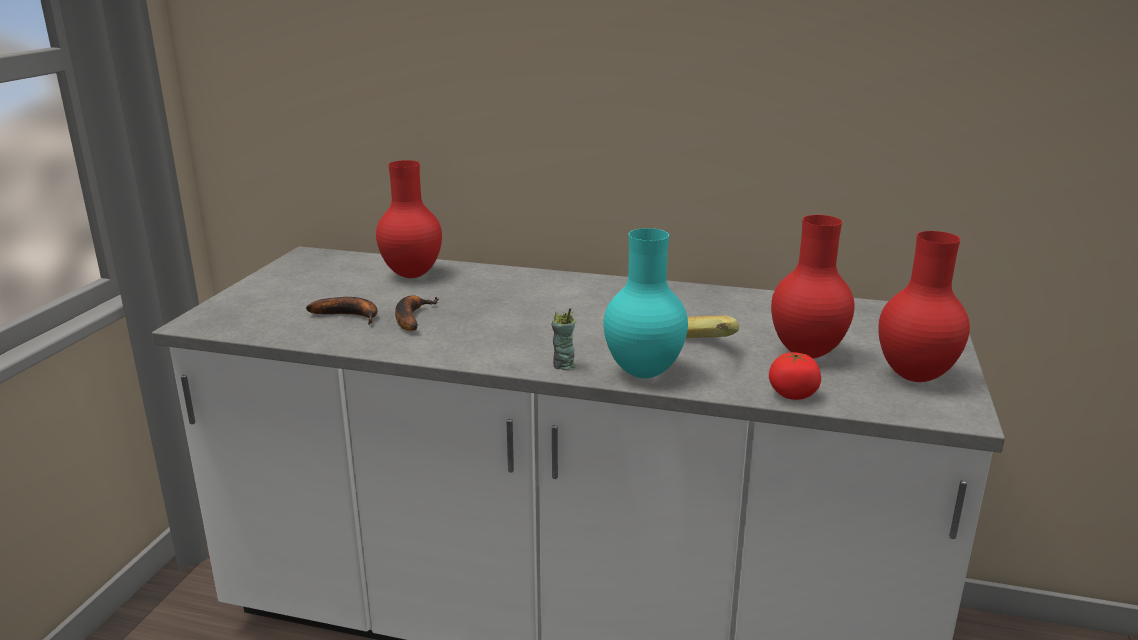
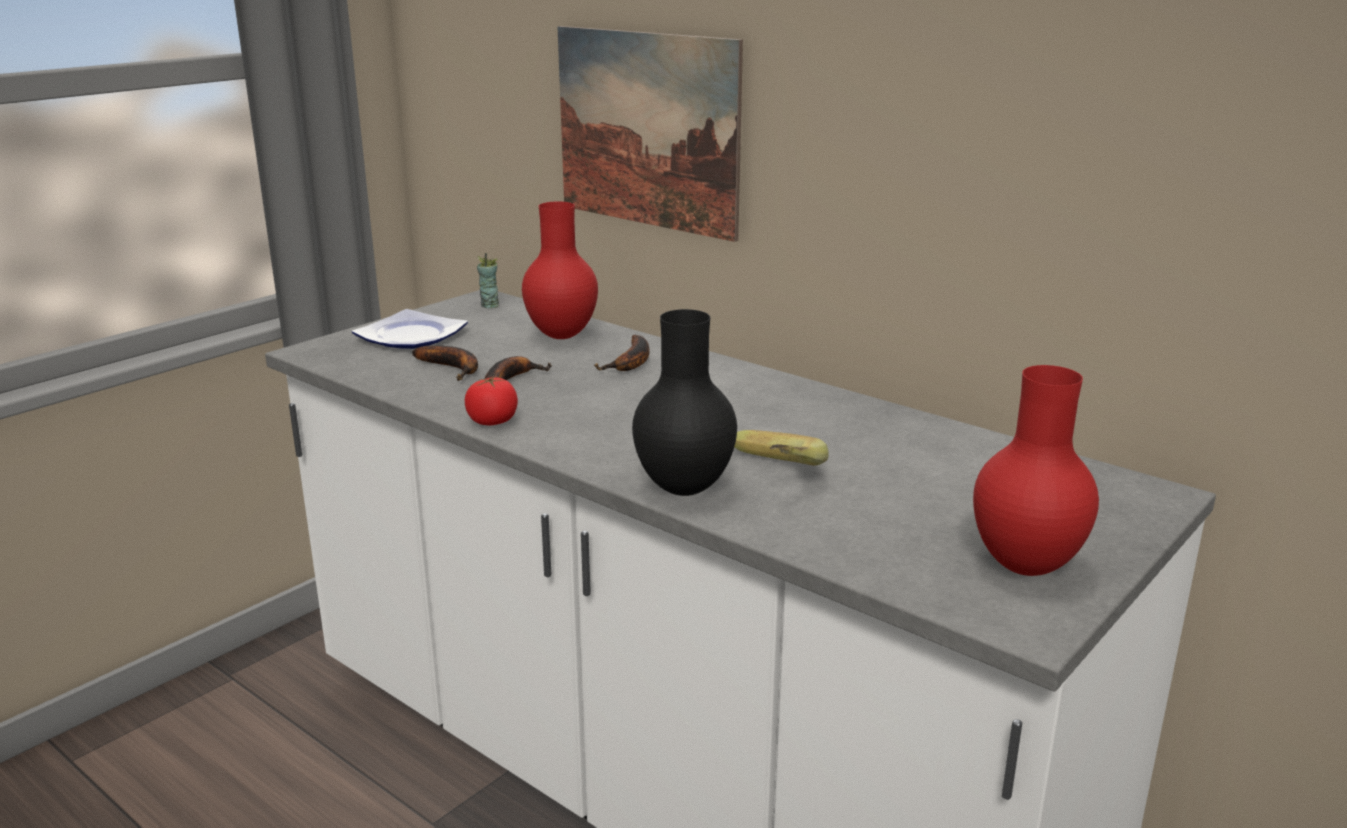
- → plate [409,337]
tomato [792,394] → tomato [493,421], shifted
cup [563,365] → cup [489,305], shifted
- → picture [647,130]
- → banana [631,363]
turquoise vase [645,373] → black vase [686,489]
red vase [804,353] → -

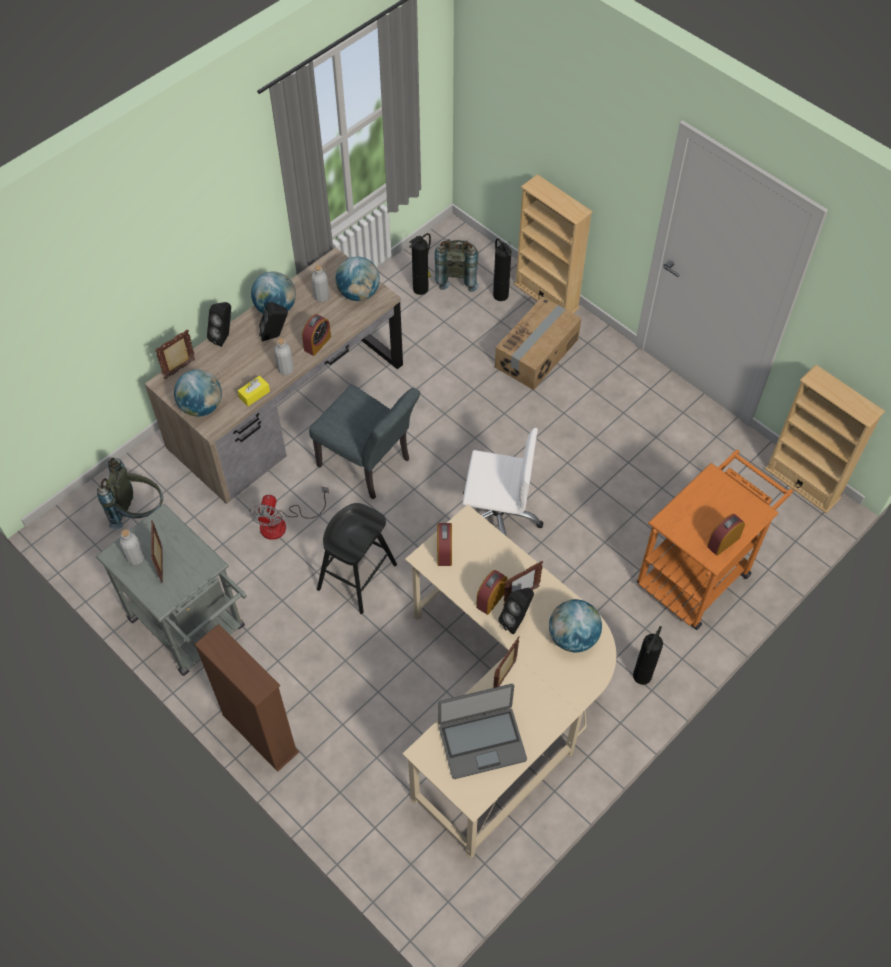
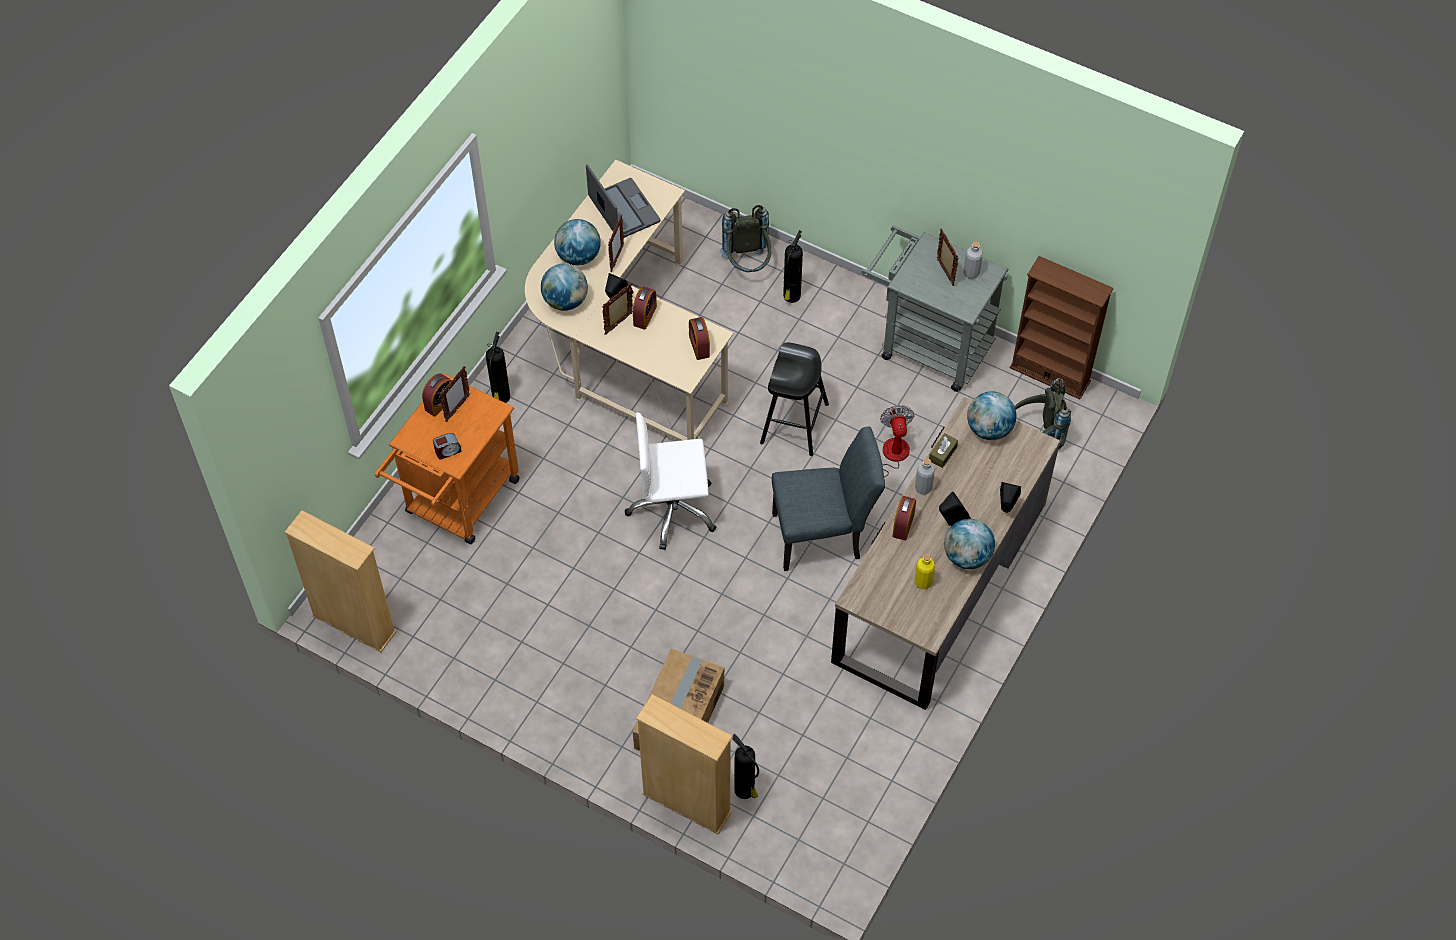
- → alarm clock [448,451]
picture frame [180,369] → picture frame [457,409], shifted
globe [358,293] → globe [578,256], shifted
laptop [482,742] → laptop [623,210], 90 degrees clockwise
grey backpack [457,276] → grey backpack [748,265], shifted
grey chair [369,466] → grey chair [824,536], 150 degrees clockwise
fire extinguisher [421,288] → fire extinguisher [791,297], shifted
grey bottle [321,297] → yellow bottle [923,582]
yellow tissue box [254,394] → brown tissue box [942,454]
brown bookcase [260,733] → brown bookcase [1050,374], shifted

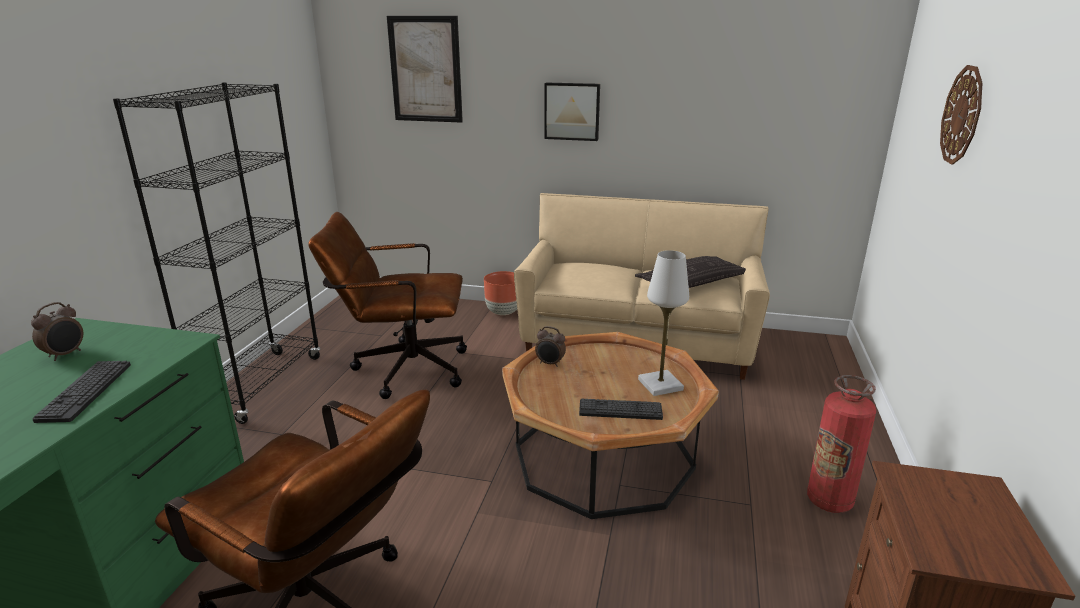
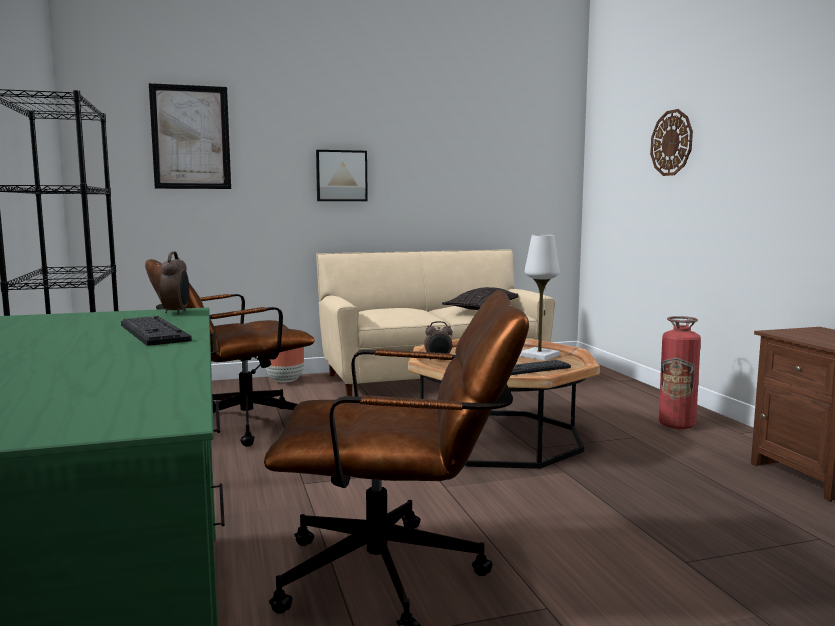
alarm clock [66,354] → alarm clock [177,312], shifted

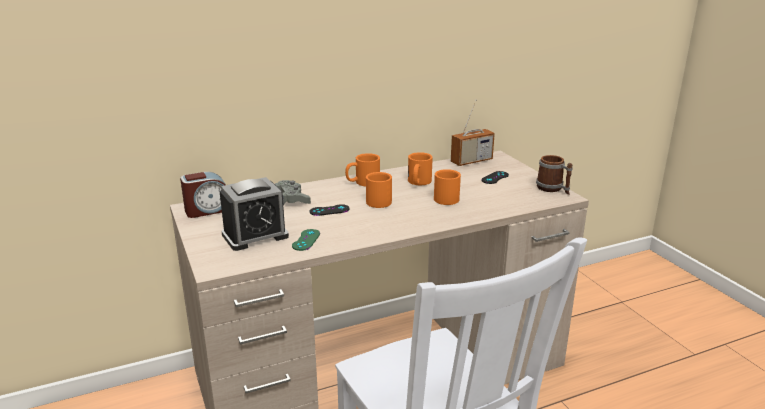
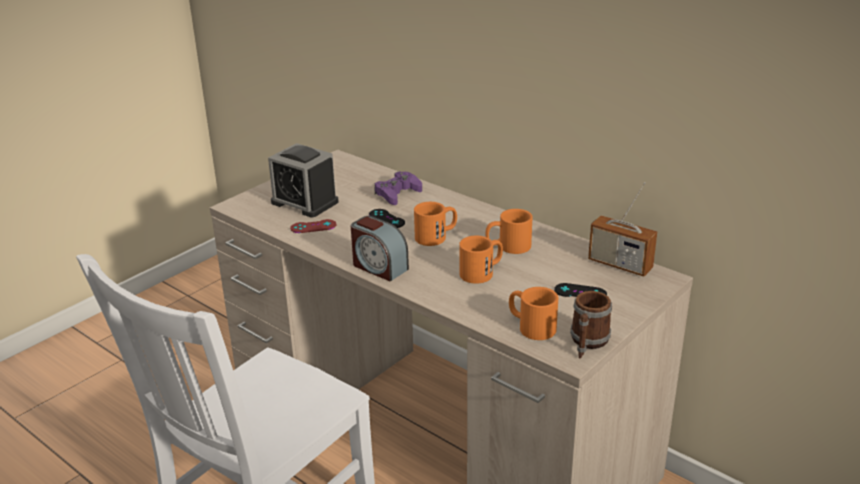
green game controller [306,240] → red game controller [313,226]
alarm clock [208,210] → alarm clock [379,267], shifted
grey game controller [292,198] → purple game controller [397,193]
orange mug [362,182] → orange mug [531,326], shifted

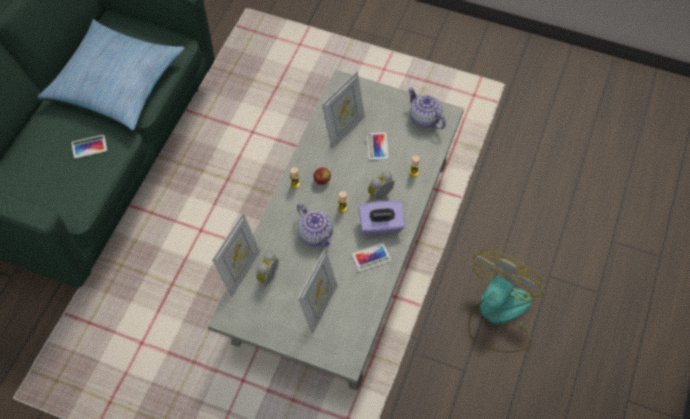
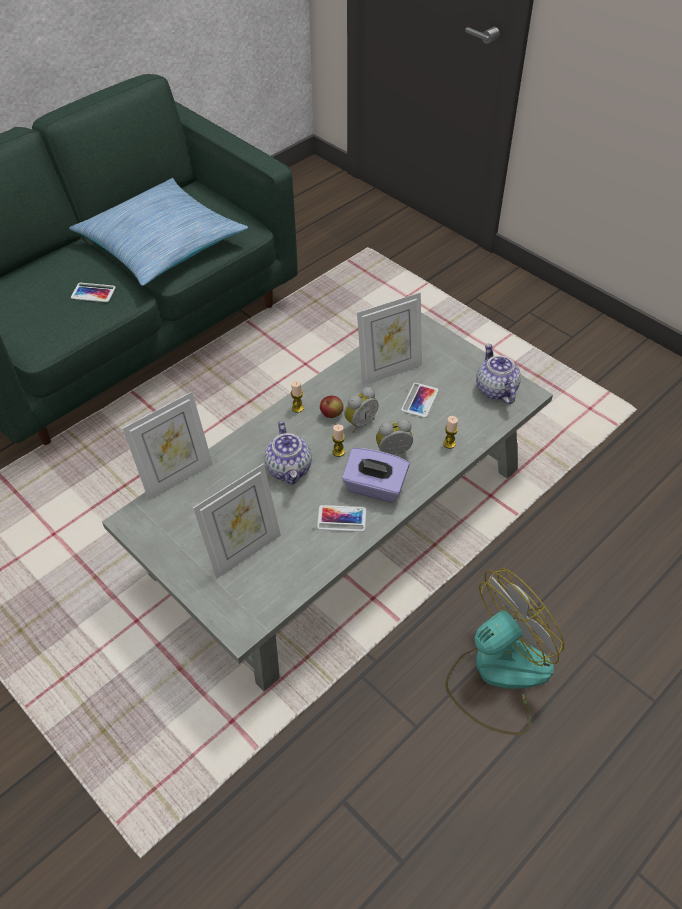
alarm clock [267,275] → alarm clock [359,422], shifted

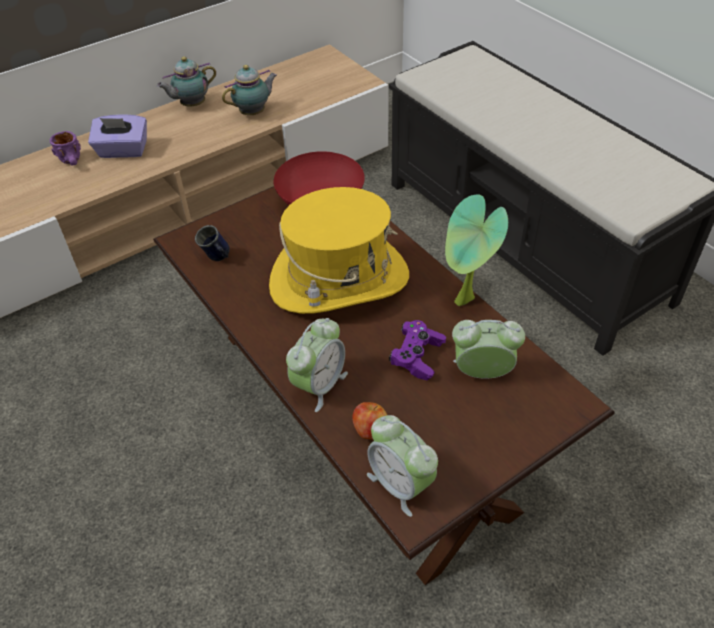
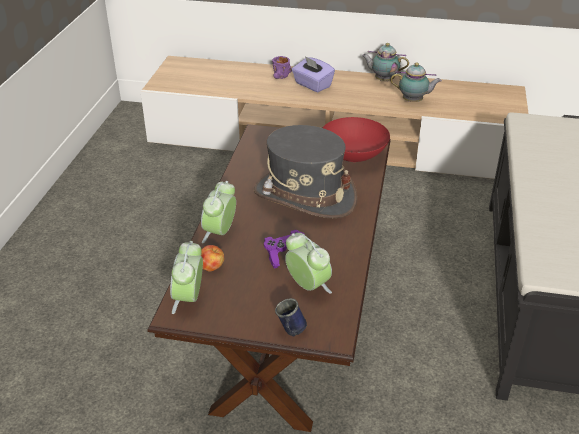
alarm clock [319,385] → alarm clock [220,233], 120 degrees clockwise
yellow hat [339,280] → grey hat [304,196]
blue mug [218,259] → blue mug [290,332], shifted
potted plant [465,303] → -

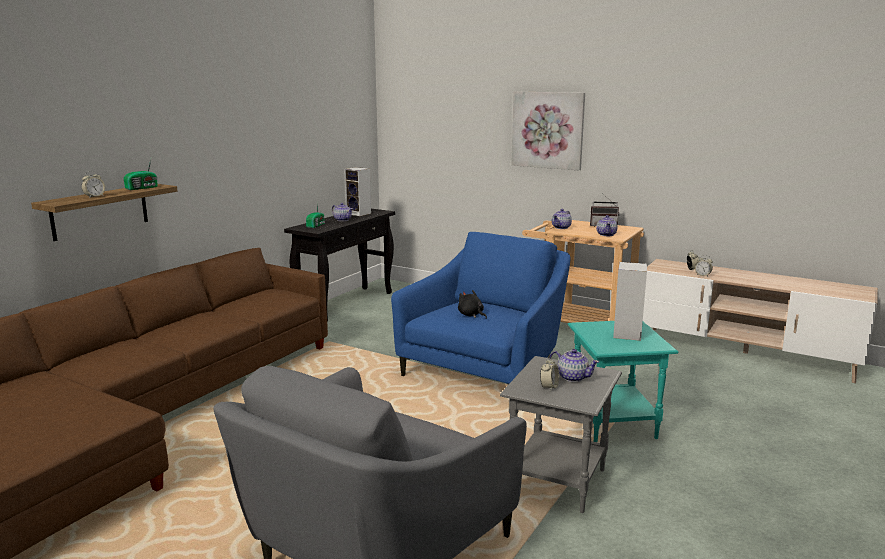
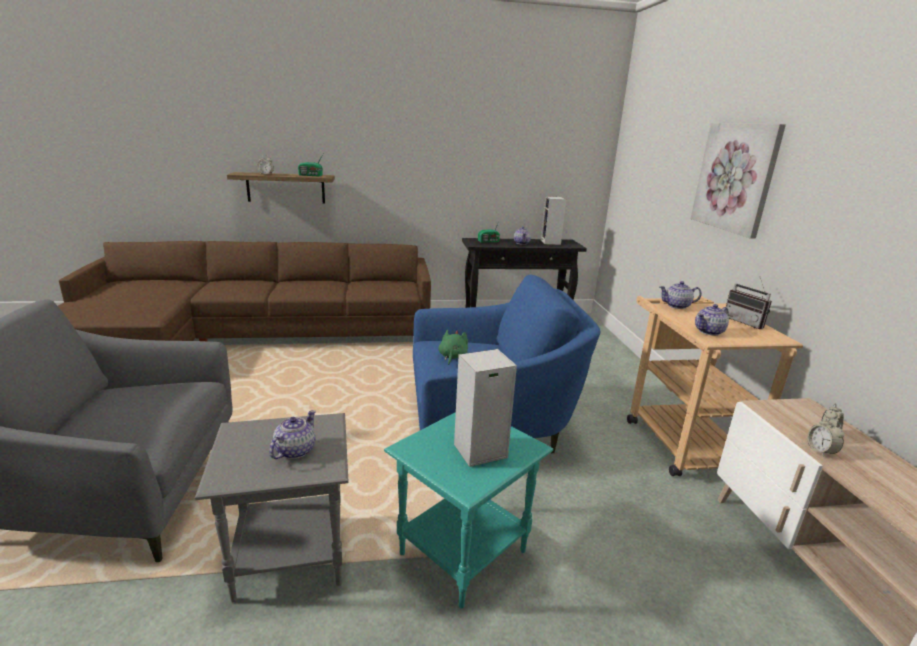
teapot [572,377] → teapot [294,451], 150 degrees counterclockwise
black plush toy [471,315] → green plush toy [452,357]
alarm clock [549,387] → -

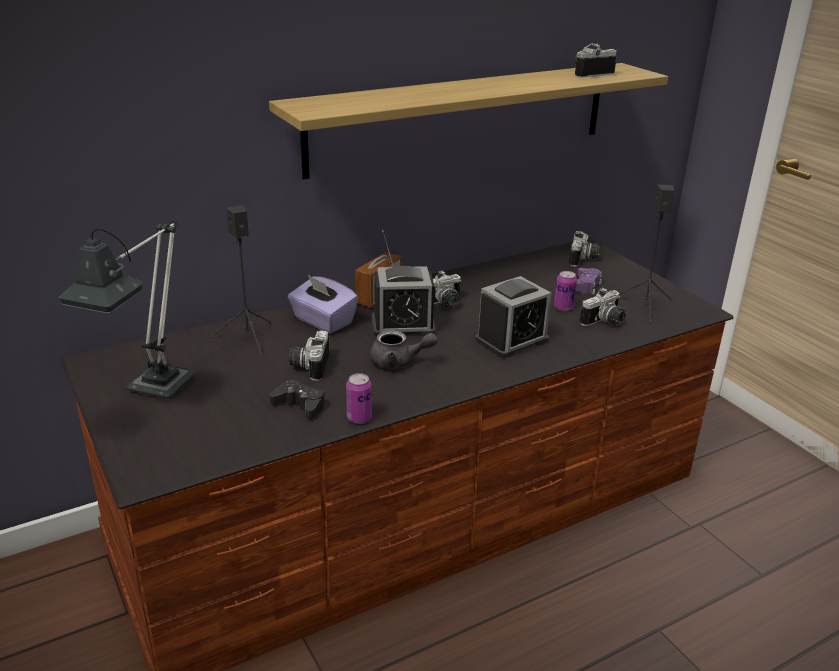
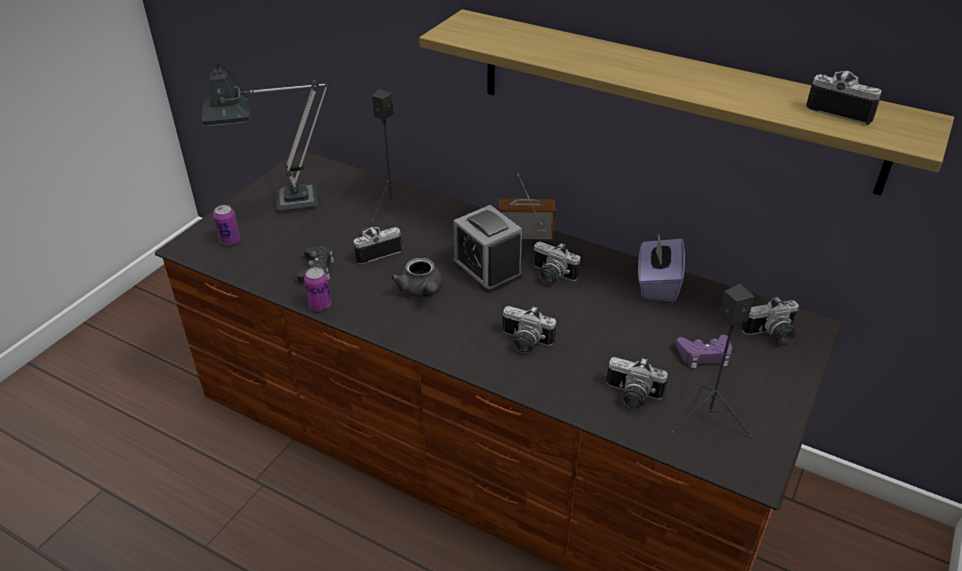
can [563,307] → can [230,241], shifted
alarm clock [511,340] → photo camera [524,343]
purple tissue box [323,321] → purple tissue box [657,284], shifted

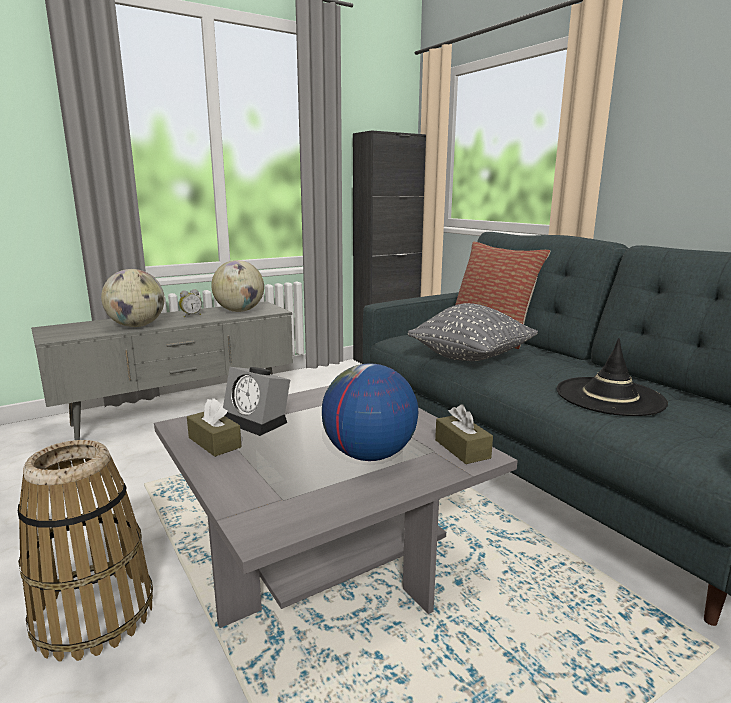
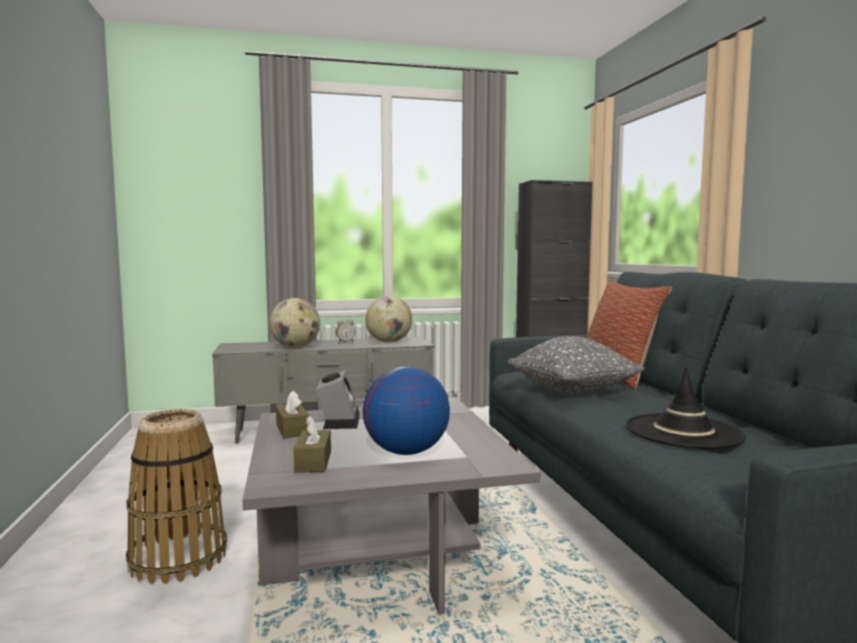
brown tissue box [462,449] → brown tissue box [313,462], shifted
alarm clock [258,421] → alarm clock [339,420], 150 degrees counterclockwise

